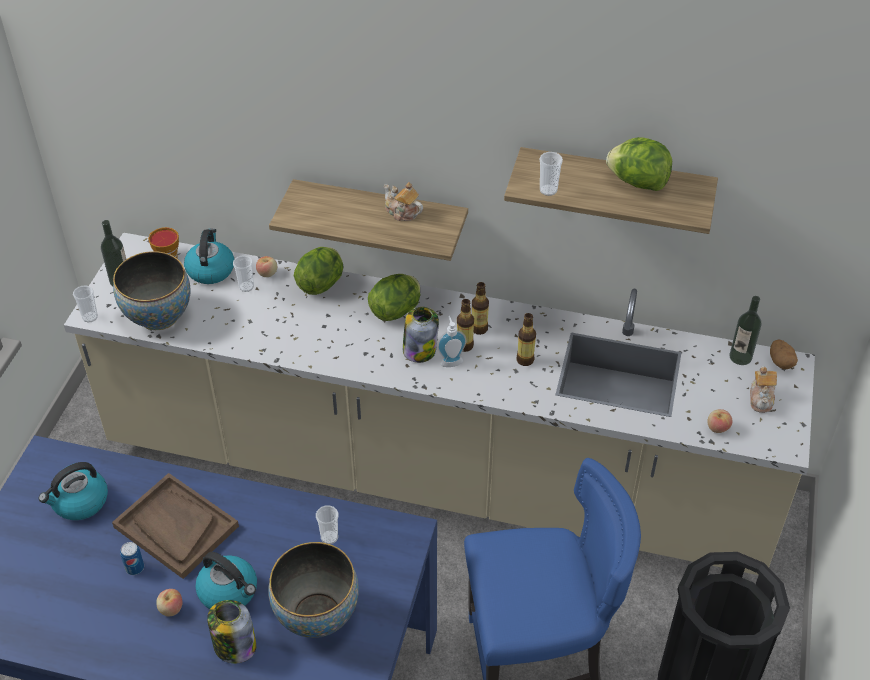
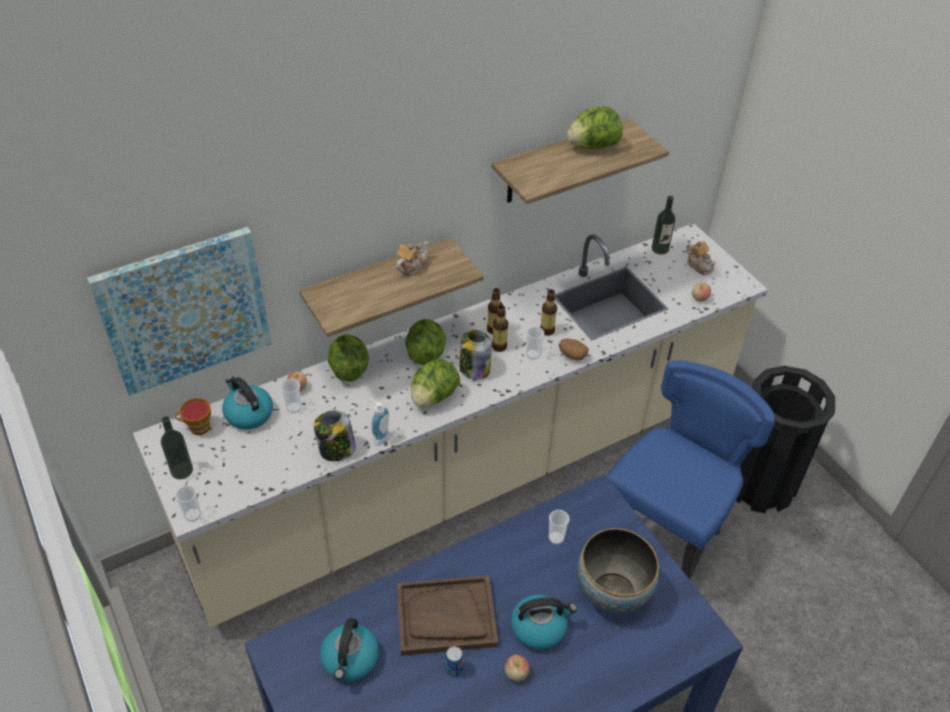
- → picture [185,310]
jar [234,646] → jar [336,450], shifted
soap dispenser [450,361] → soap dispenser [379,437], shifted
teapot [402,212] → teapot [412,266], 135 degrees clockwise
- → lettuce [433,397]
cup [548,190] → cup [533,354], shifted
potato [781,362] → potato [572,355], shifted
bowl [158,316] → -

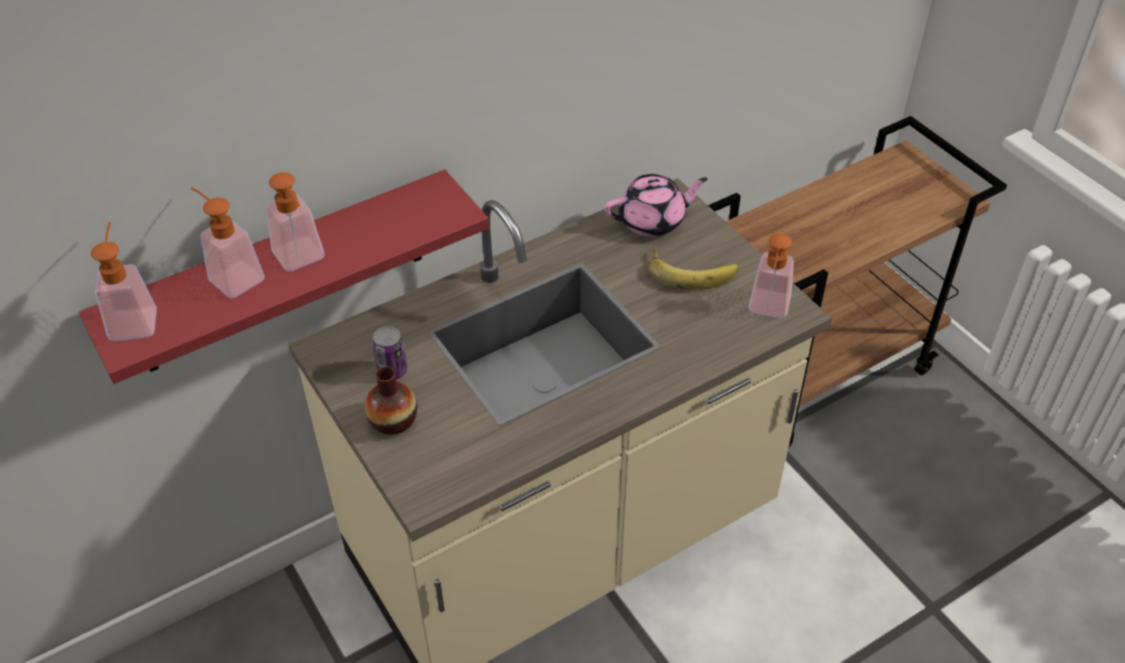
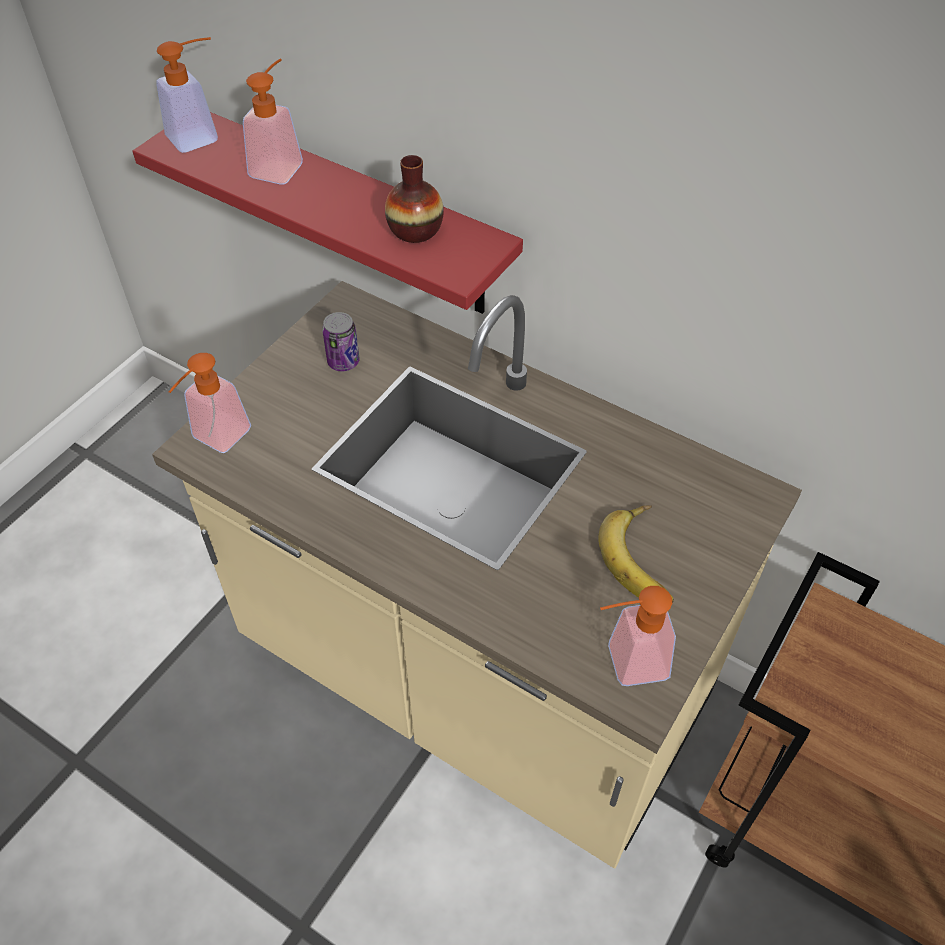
soap dispenser [302,260] → soap dispenser [215,440], shifted
vase [393,420] → vase [415,230], shifted
pink teapot [653,221] → -

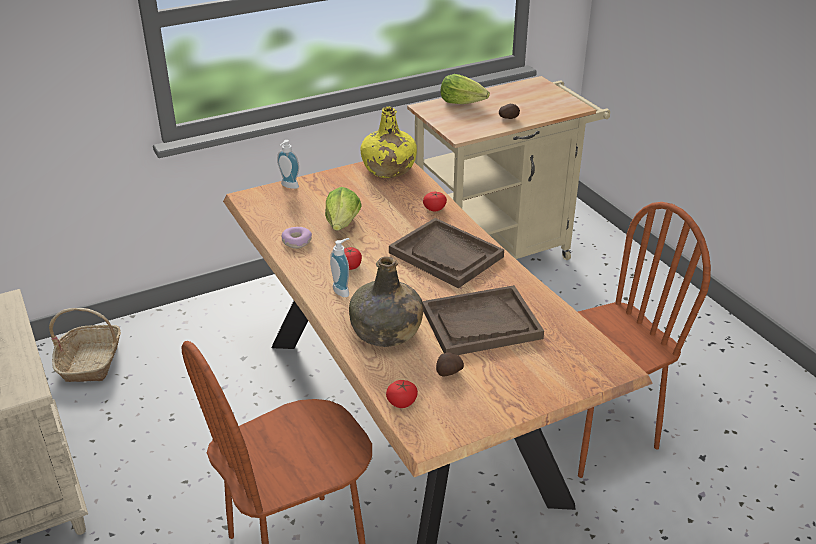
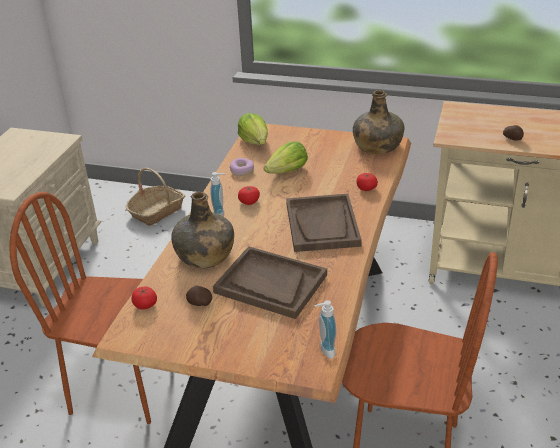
lettuce [462,102] → lettuce [255,141], shifted
soap dispenser [288,186] → soap dispenser [324,350], shifted
yellow bottle [388,169] → green bottle [377,146]

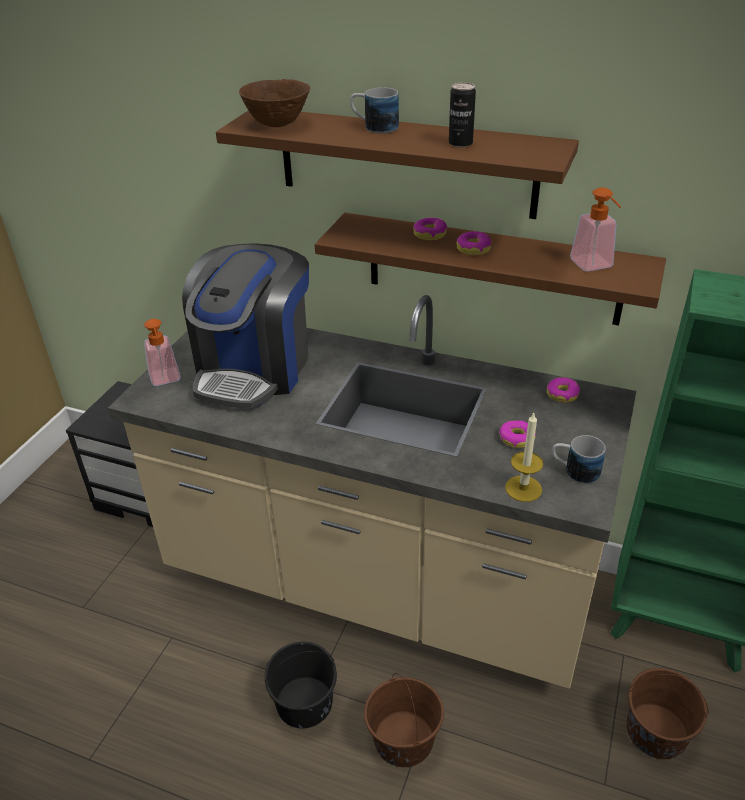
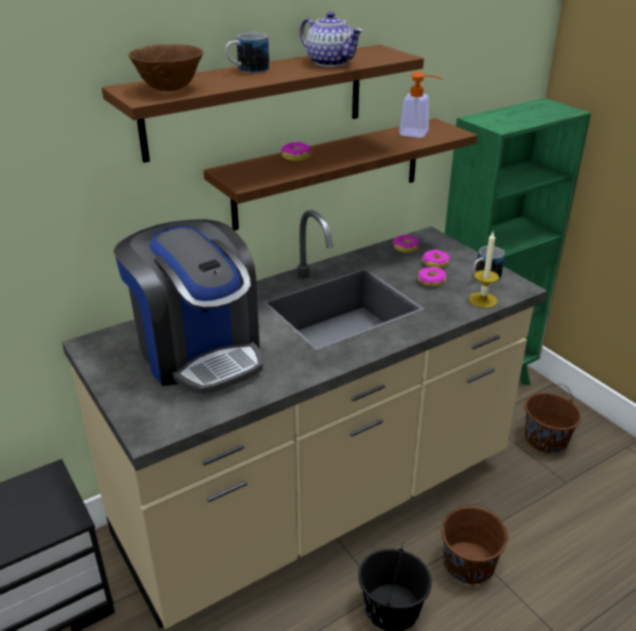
can [460,143] → teapot [330,62]
donut [473,249] → donut [435,263], shifted
soap dispenser [166,380] → -

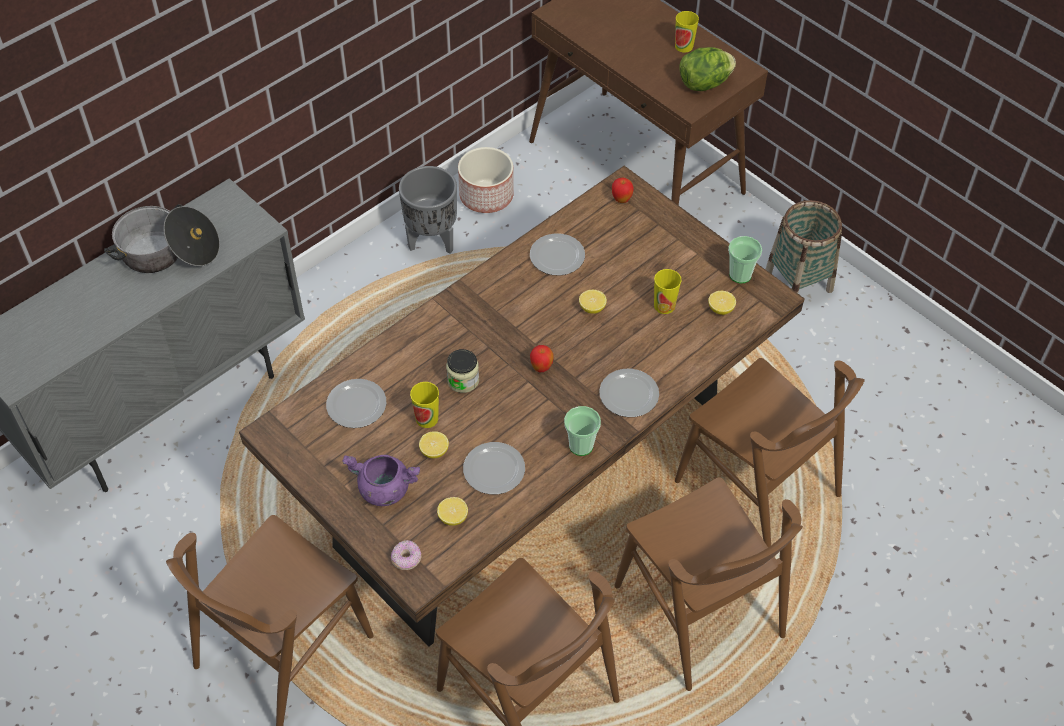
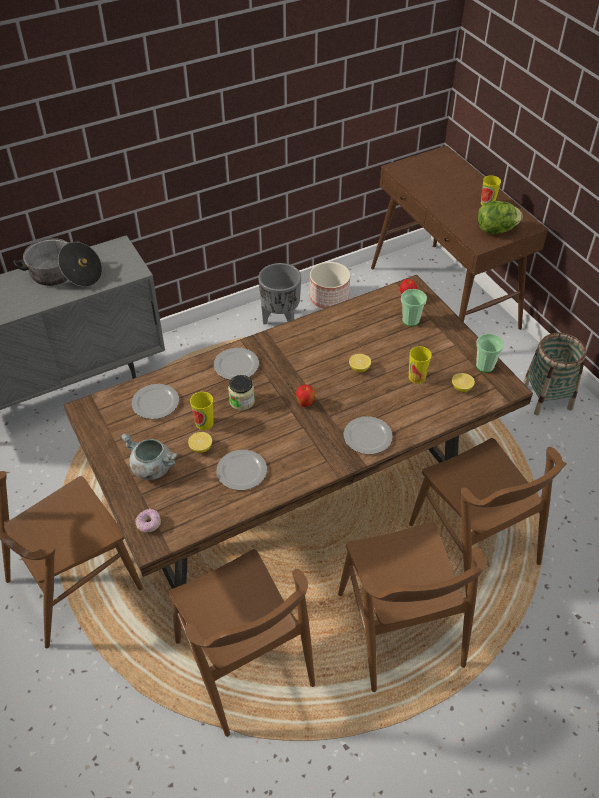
purple cooking pot [384,490] → grey cooking pot [152,468]
plate [557,257] → plate [236,366], shifted
cup [581,445] → cup [410,320], shifted
lemon [453,517] → -

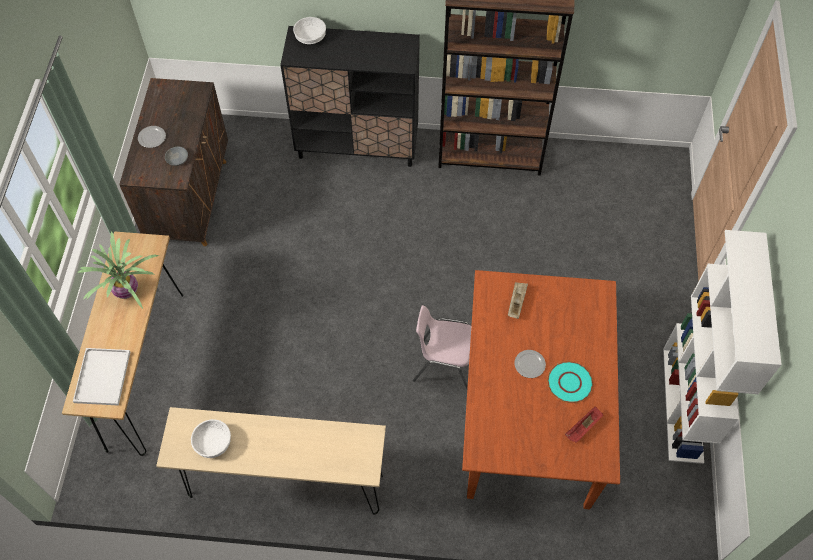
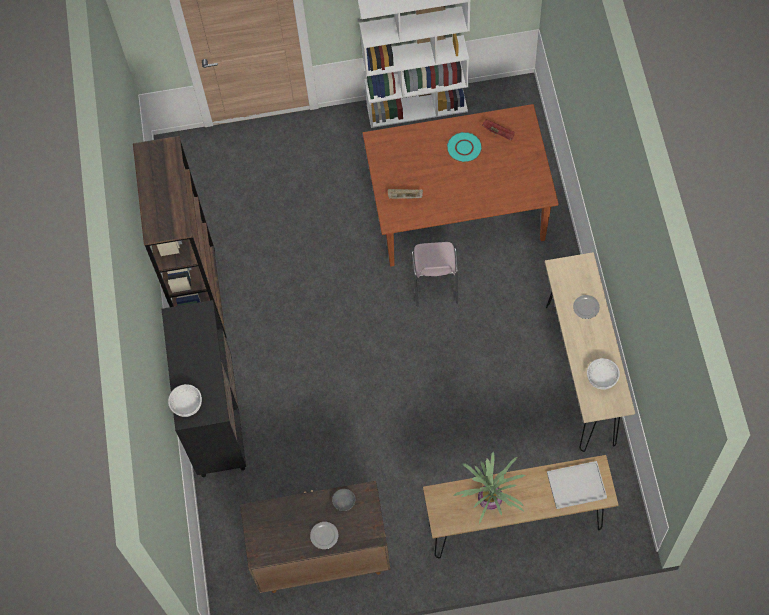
plate [530,364] → plate [586,307], shifted

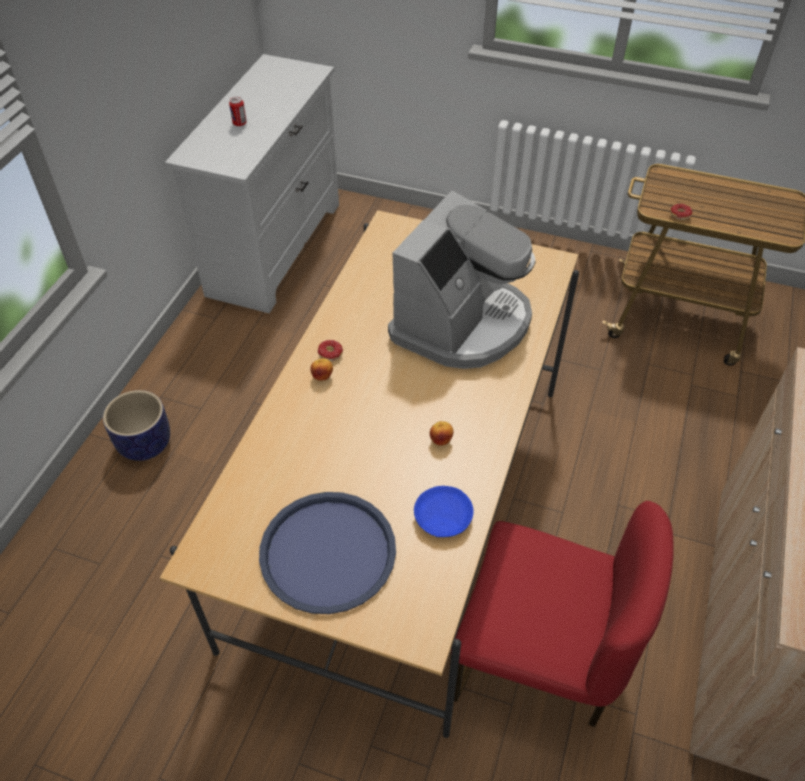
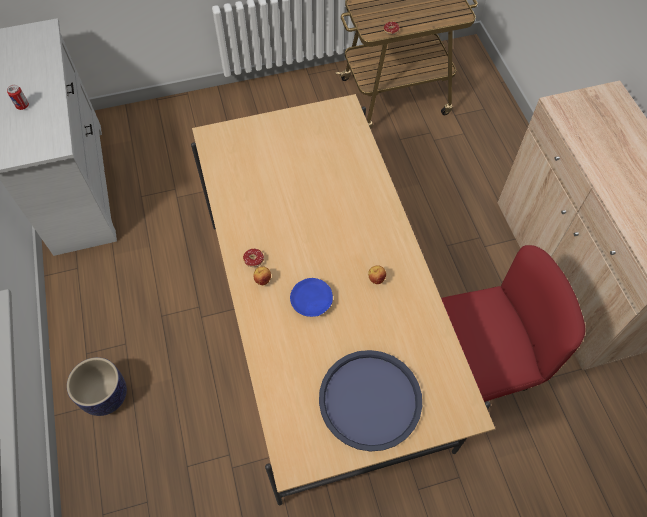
blue plate [442,517] → blue plate [311,301], shifted
coffee machine [462,323] → -

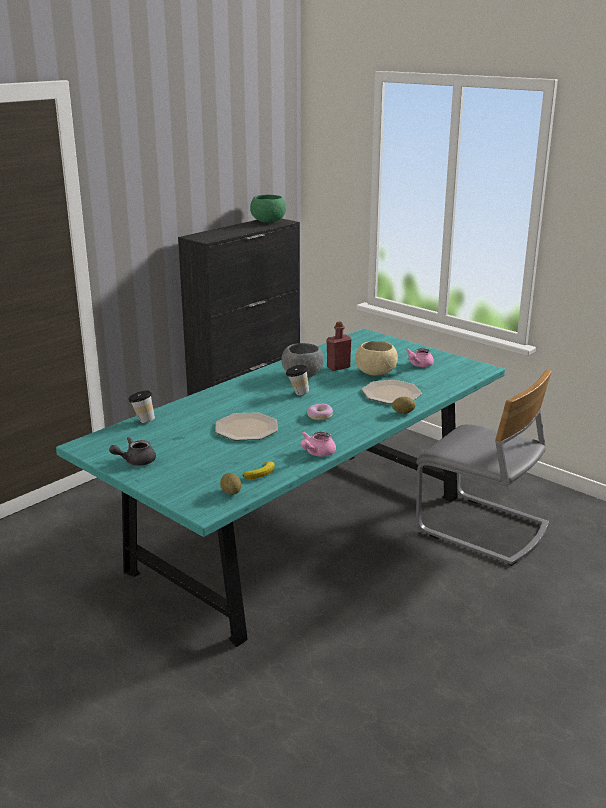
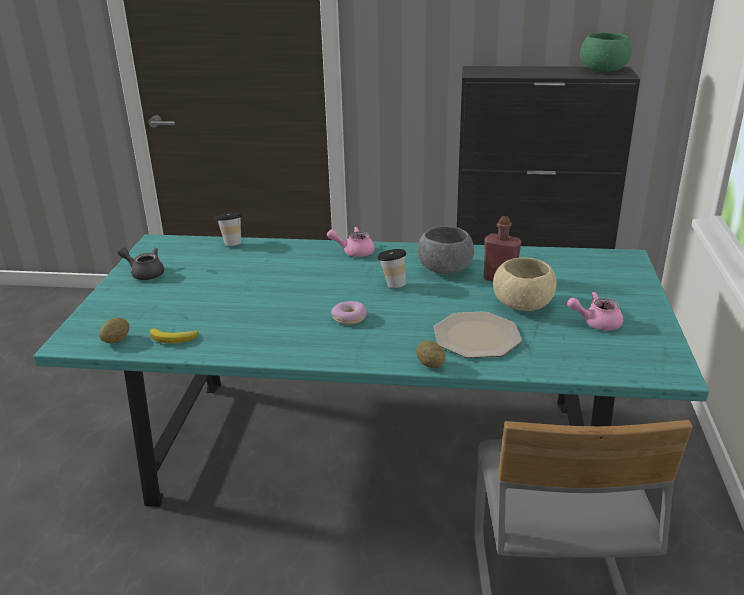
pink teapot [317,453] → pink teapot [354,252], shifted
plate [246,428] → -

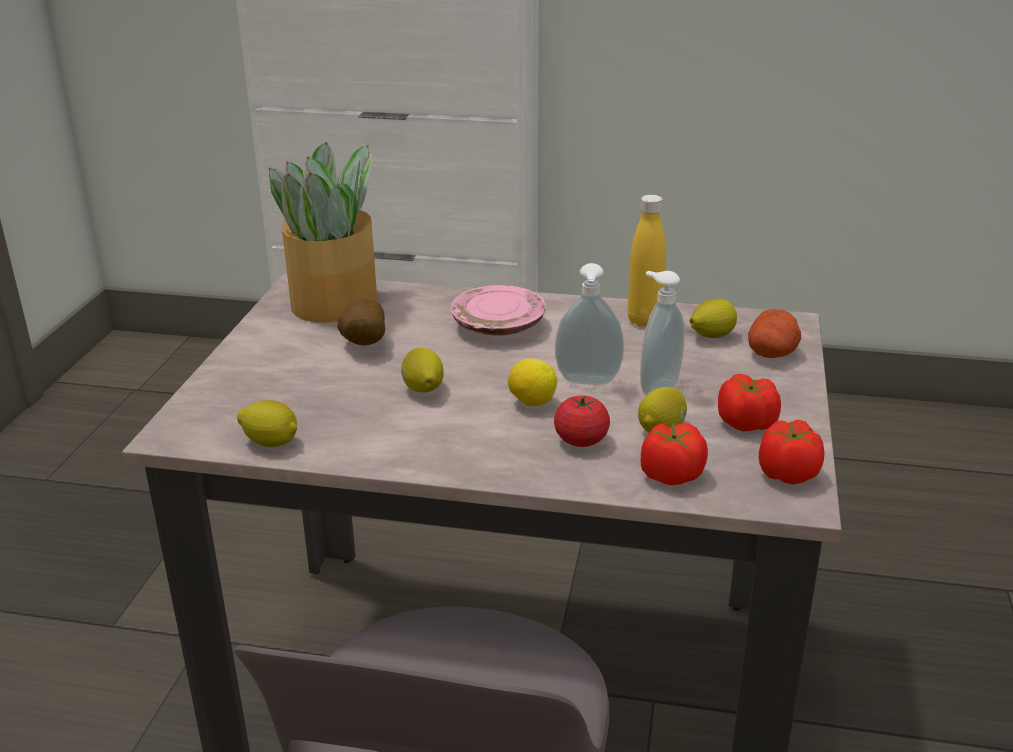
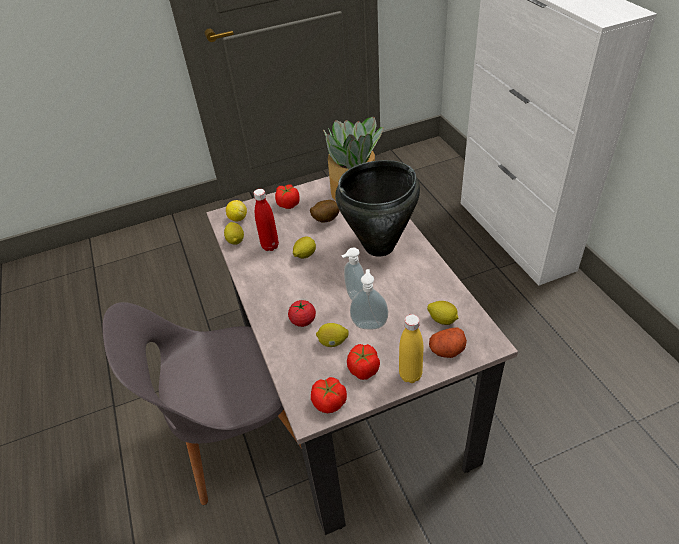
lemon [531,402] → lemon [238,218], shifted
- → red bottle [270,246]
tomato [671,475] → tomato [288,204], shifted
pink plate [499,326] → black cooking pot [380,246]
yellow bottle [644,321] → yellow bottle [410,375], shifted

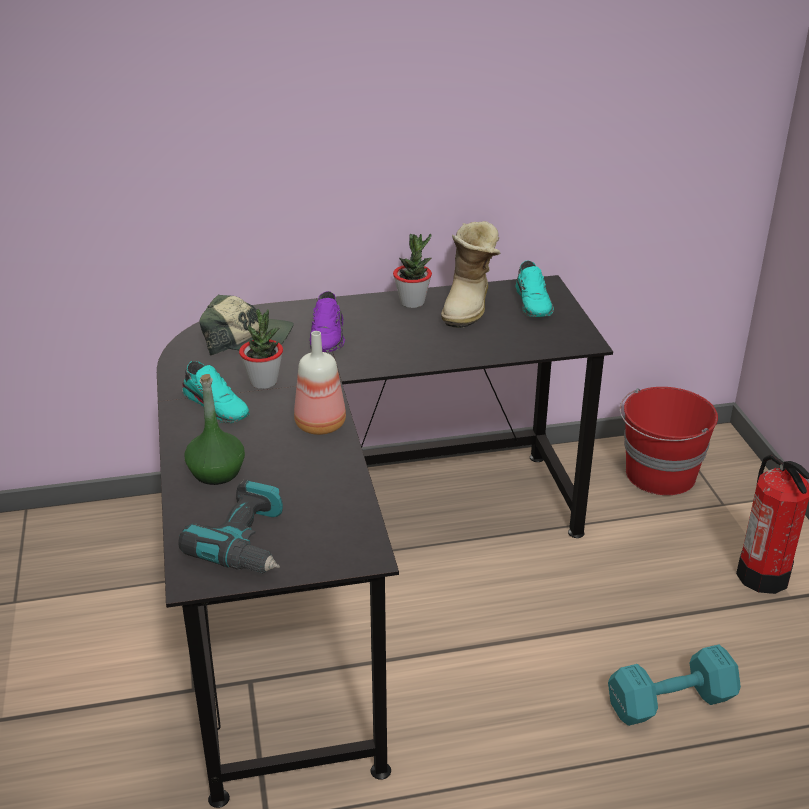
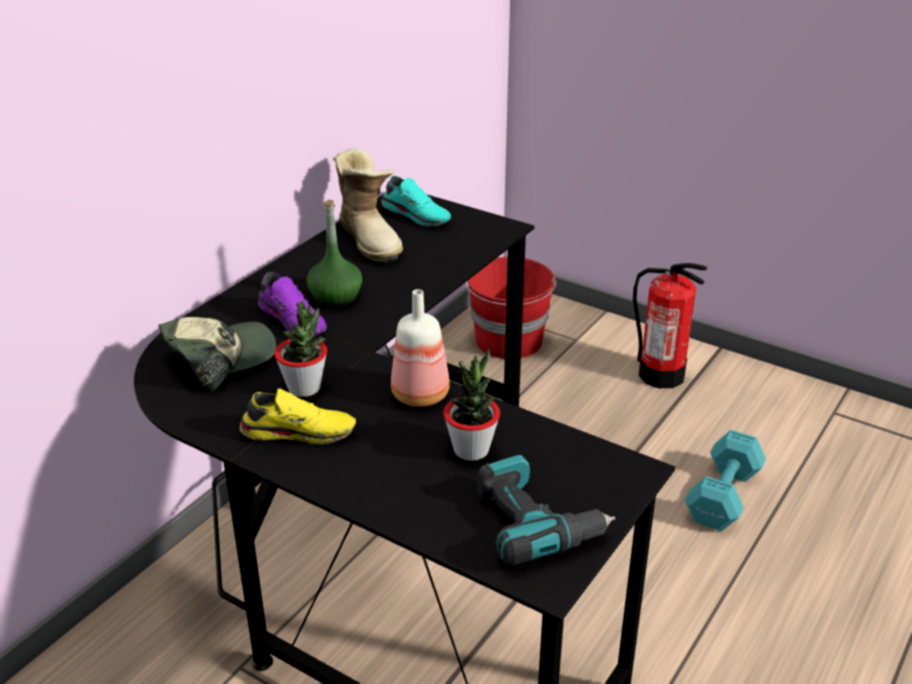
turquoise shoe [218,406] → yellow shoe [299,431]
green bottle [216,472] → green bottle [335,297], shifted
potted plant [412,302] → potted plant [471,450], shifted

